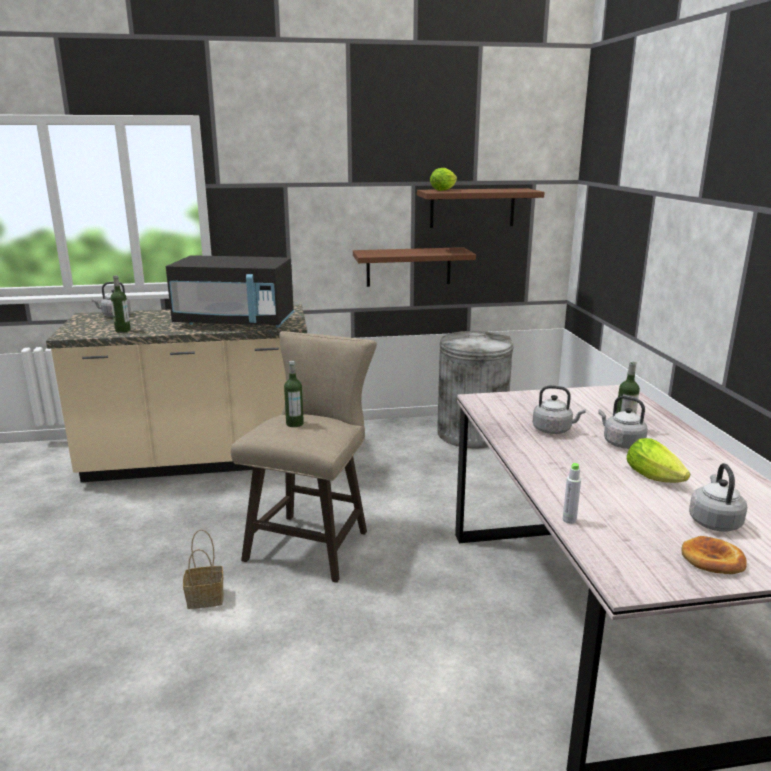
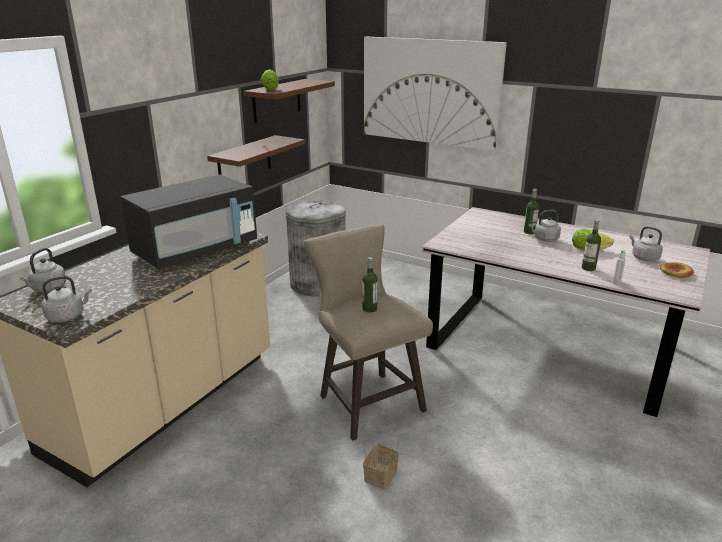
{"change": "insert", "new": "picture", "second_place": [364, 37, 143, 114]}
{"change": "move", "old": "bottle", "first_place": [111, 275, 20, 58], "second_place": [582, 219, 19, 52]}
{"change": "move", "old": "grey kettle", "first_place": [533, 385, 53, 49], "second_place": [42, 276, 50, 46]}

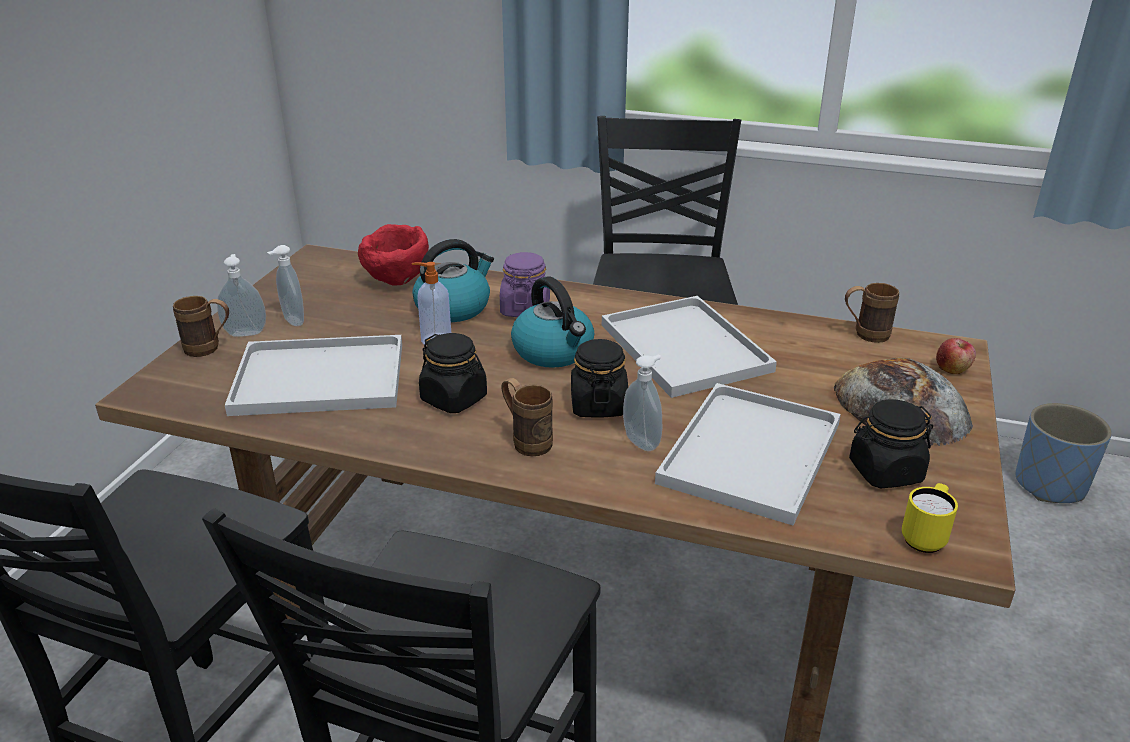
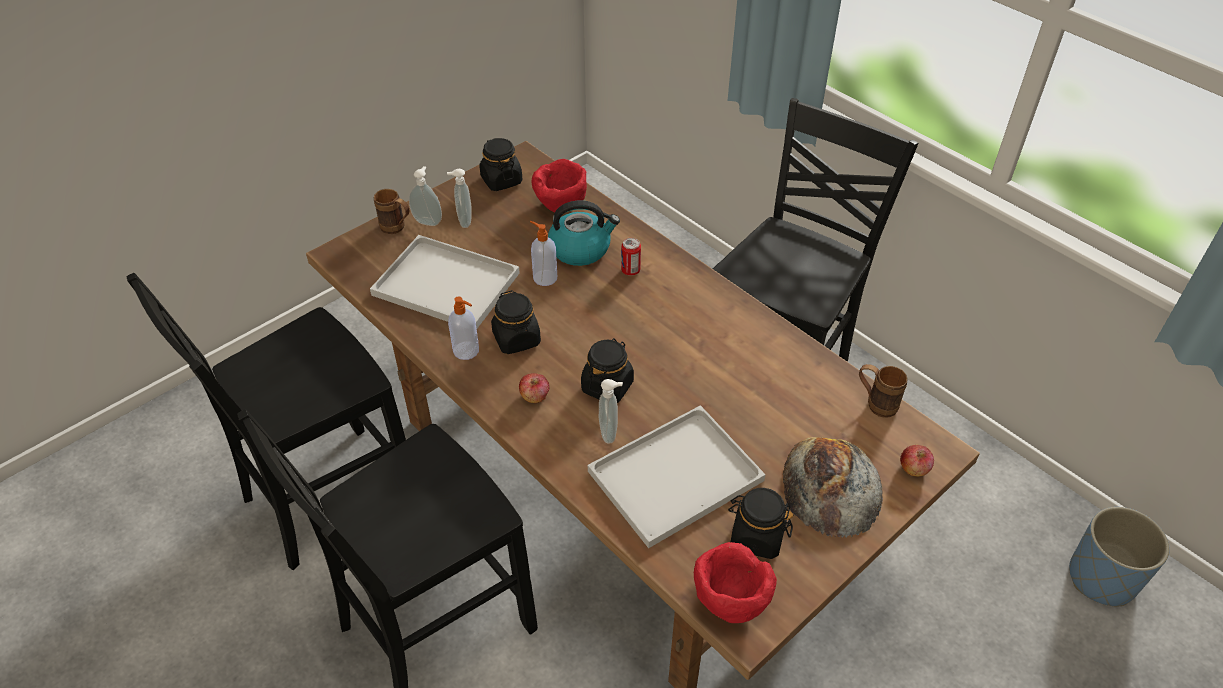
{"change": "delete", "old": "kettle", "first_place": [511, 276, 83, 92]}
{"change": "delete", "old": "white tray", "first_place": [602, 296, 175, 102]}
{"change": "insert", "new": "soap dispenser", "second_place": [448, 296, 31, 64]}
{"change": "insert", "new": "black jar", "second_place": [479, 138, 43, 53]}
{"change": "replace", "old": "purple jar", "new": "can", "first_place": [500, 252, 50, 65], "second_place": [621, 238, 20, 38]}
{"change": "replace", "old": "brown mug", "new": "apple", "first_place": [501, 378, 52, 79], "second_place": [519, 373, 31, 30]}
{"change": "replace", "old": "yellow mug", "new": "red bowl", "first_place": [902, 483, 56, 70], "second_place": [694, 542, 83, 81]}

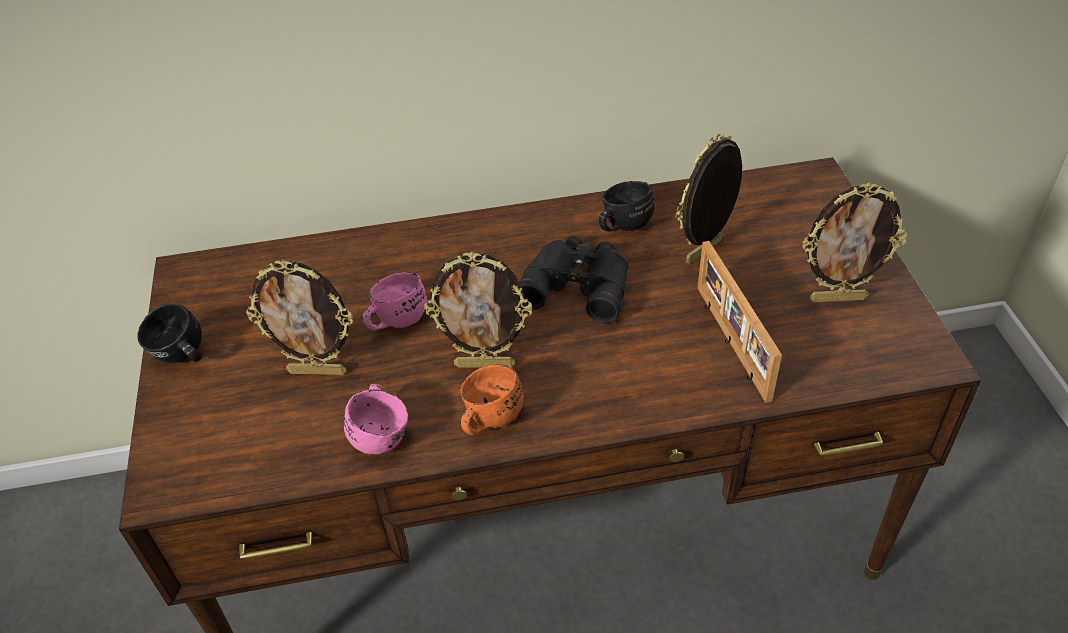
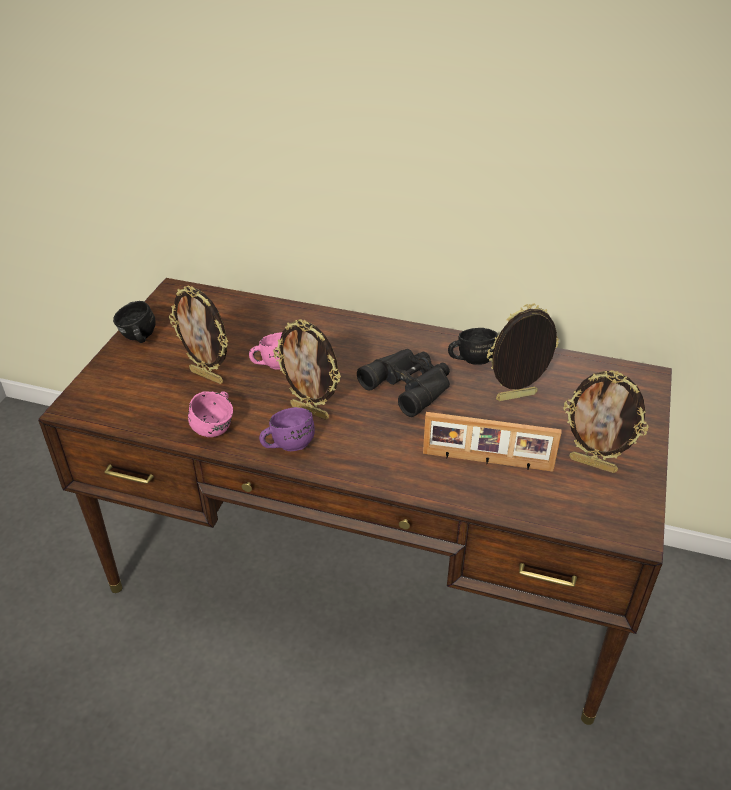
{"change": "recolor", "old": "orange mug", "new": "purple mug", "first_place": [460, 365, 64, 70], "second_place": [259, 407, 56, 44]}
{"change": "rotate", "old": "picture frame", "first_place": [697, 241, 85, 162], "second_place": [423, 412, 139, 60], "degrees": -90}

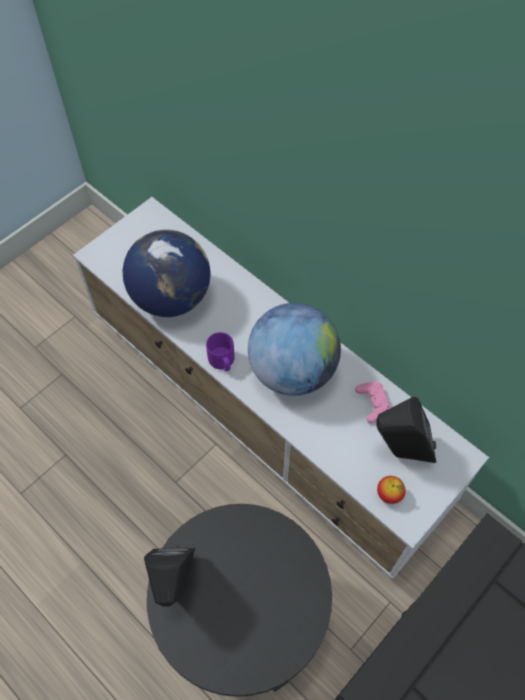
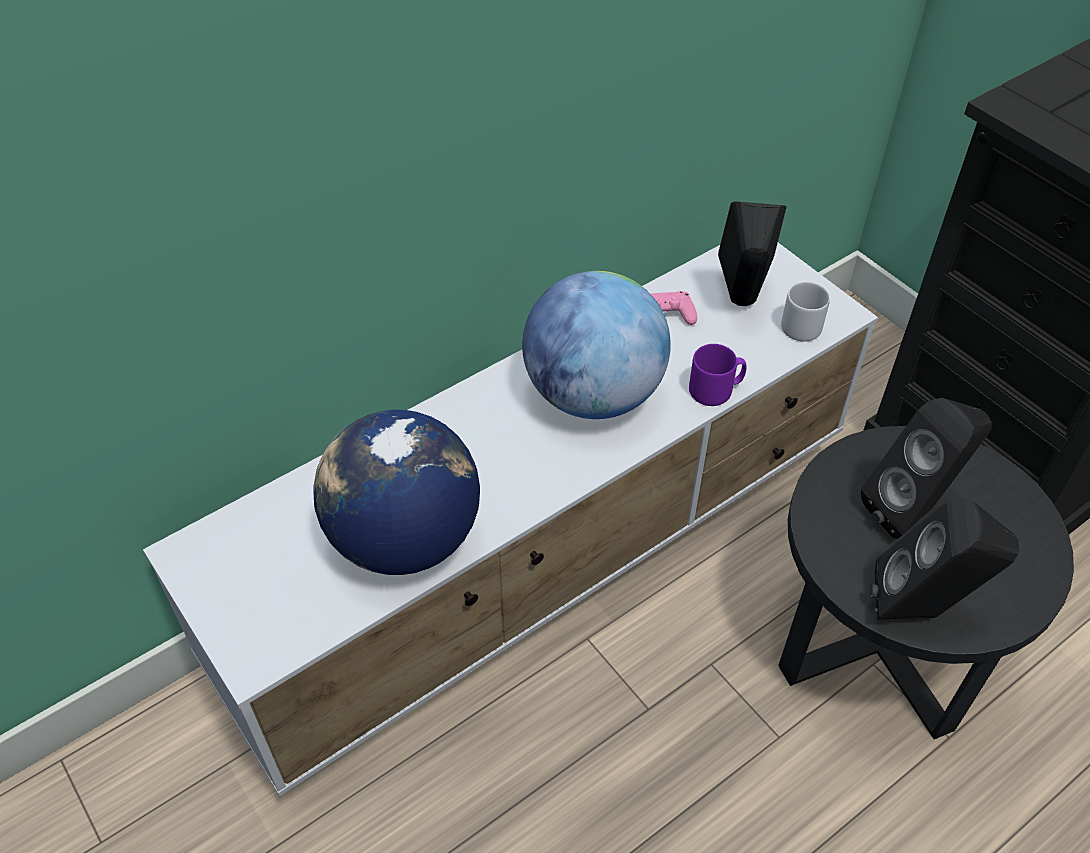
{"change": "insert", "new": "black speaker", "second_place": [861, 398, 131, 141]}
{"change": "move", "old": "purple mug", "first_place": [206, 332, 29, 39], "second_place": [689, 344, 58, 62]}
{"change": "replace", "old": "apple", "new": "grey mug", "first_place": [377, 476, 29, 28], "second_place": [781, 282, 49, 60]}

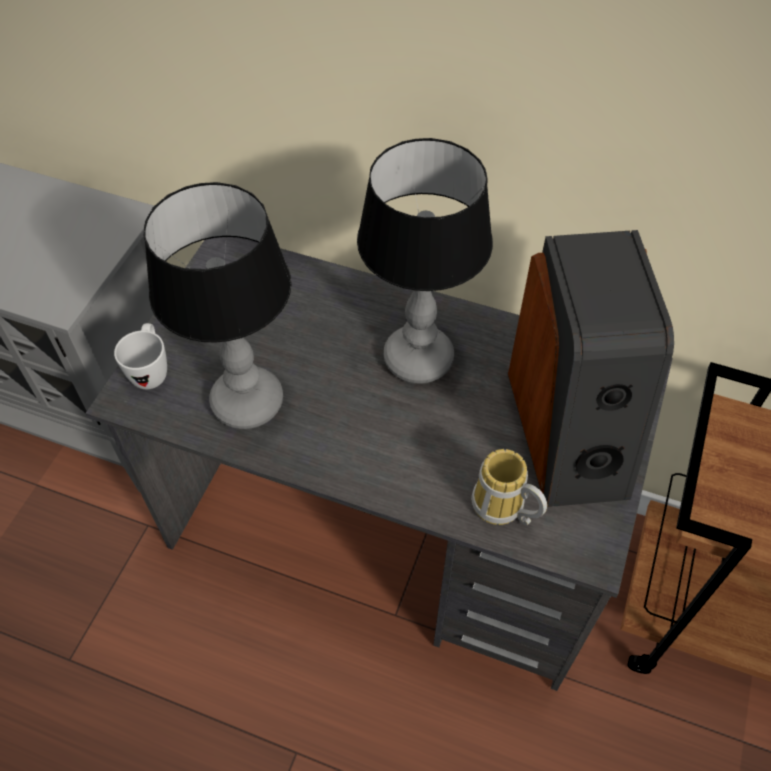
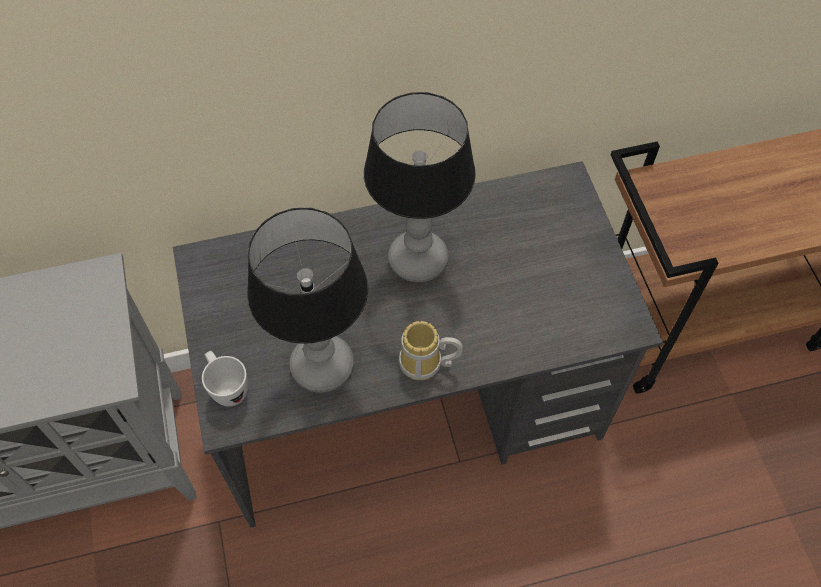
{"change": "delete", "old": "speaker", "first_place": [508, 230, 166, 277]}
{"change": "move", "old": "mug", "first_place": [471, 449, 76, 77], "second_place": [399, 321, 64, 60]}

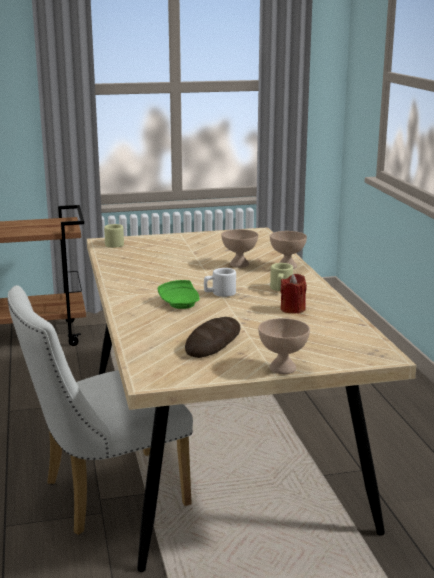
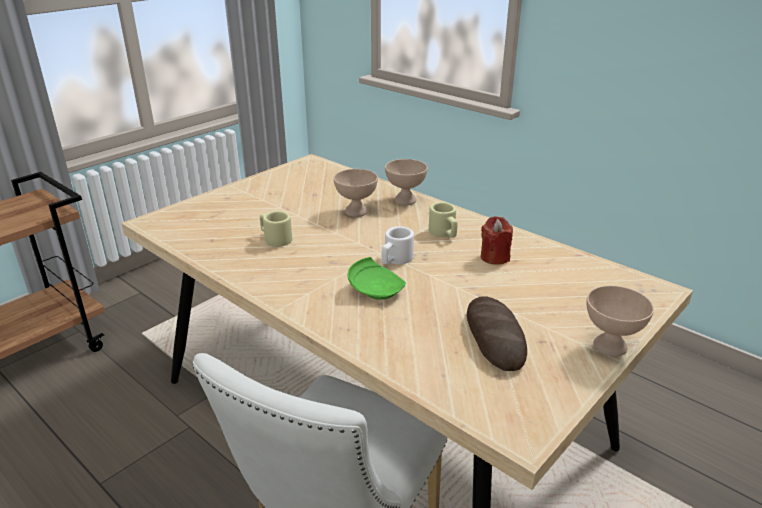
{"change": "move", "old": "beige mug", "first_place": [104, 224, 20, 24], "second_place": [260, 211, 32, 36]}

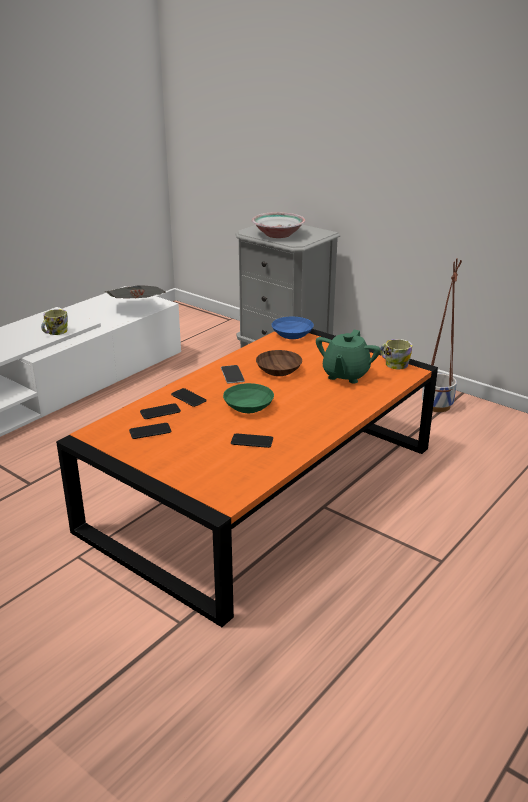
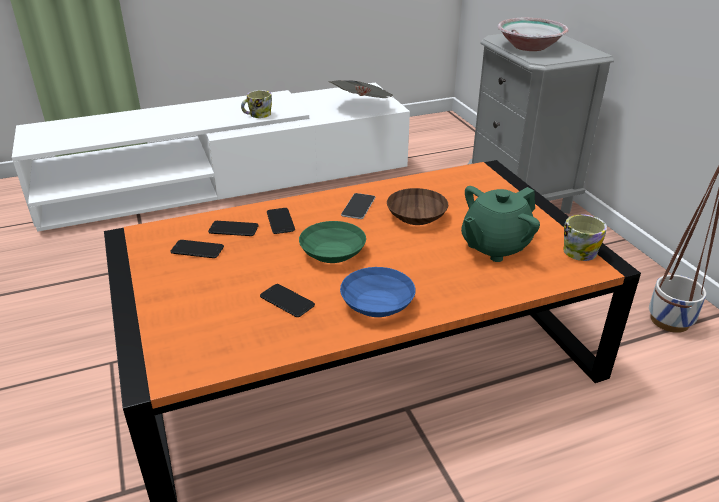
{"change": "move", "old": "blue bowl", "first_place": [271, 317, 43, 22], "second_place": [340, 267, 75, 50]}

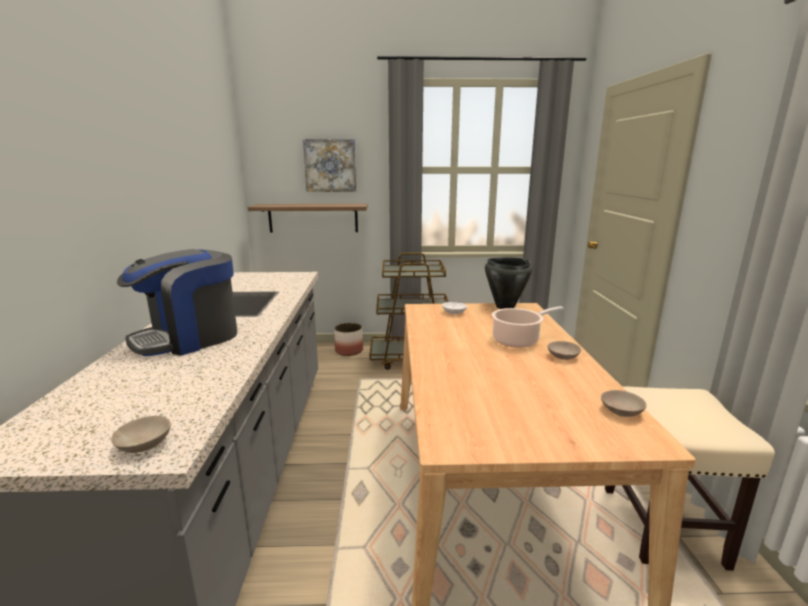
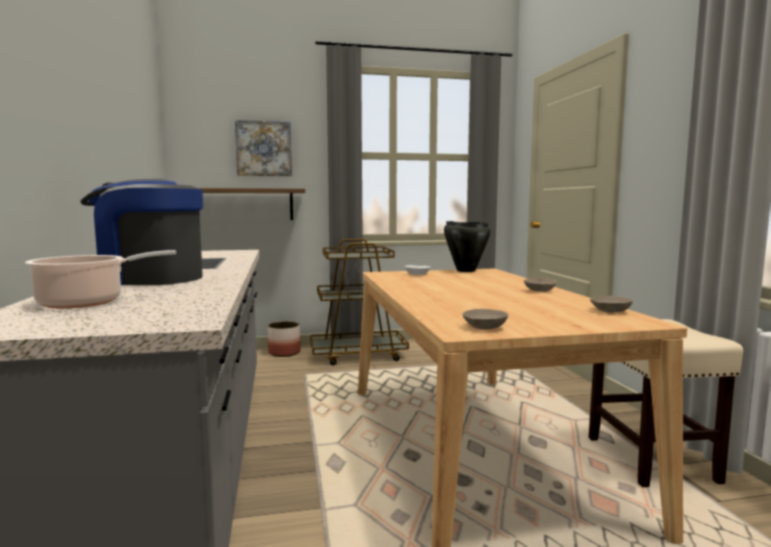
{"change": "move", "old": "beige bowl", "first_place": [111, 416, 60, 37], "second_place": [462, 309, 46, 21]}
{"change": "move", "old": "cooking pot", "first_place": [492, 306, 72, 42], "second_place": [25, 250, 151, 59]}
{"change": "rotate", "old": "coffee machine", "first_place": [117, 249, 120, 107], "second_place": [80, 179, 123, 106], "degrees": 60}

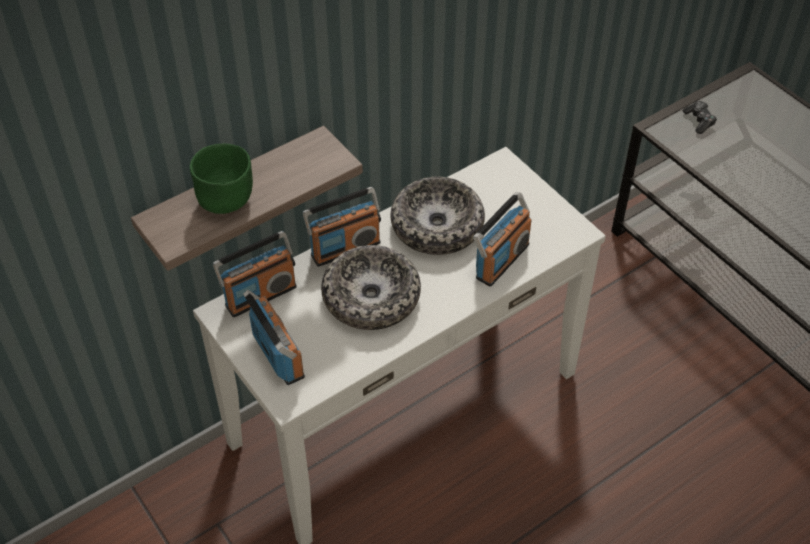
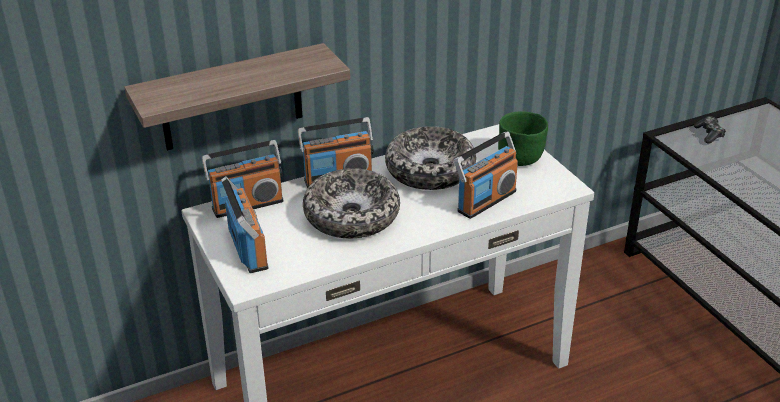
{"change": "move", "old": "green bowl", "first_place": [190, 144, 63, 70], "second_place": [498, 111, 50, 55]}

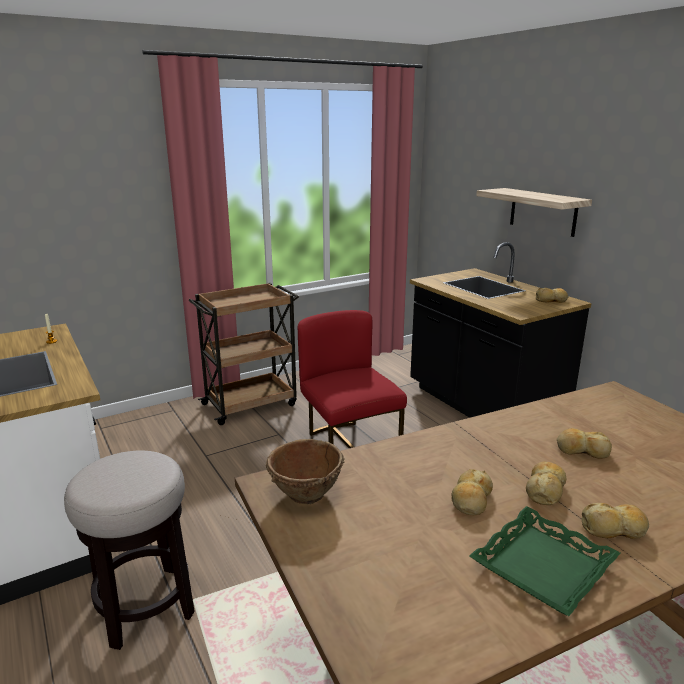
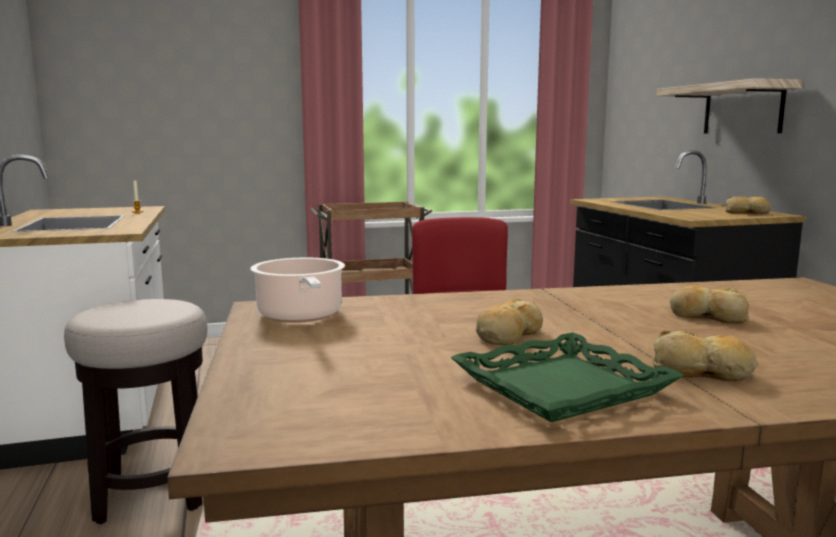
{"change": "delete", "old": "bread", "first_place": [526, 461, 41, 44]}
{"change": "replace", "old": "brown bowl", "new": "cooking pot", "first_place": [266, 439, 79, 65], "second_place": [250, 258, 95, 65]}

